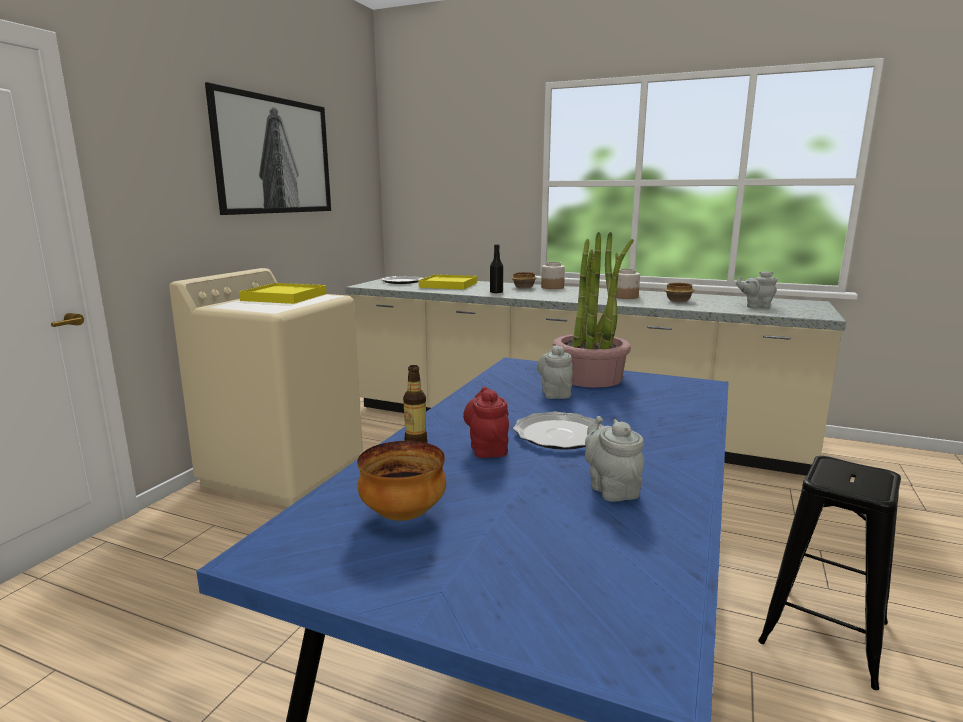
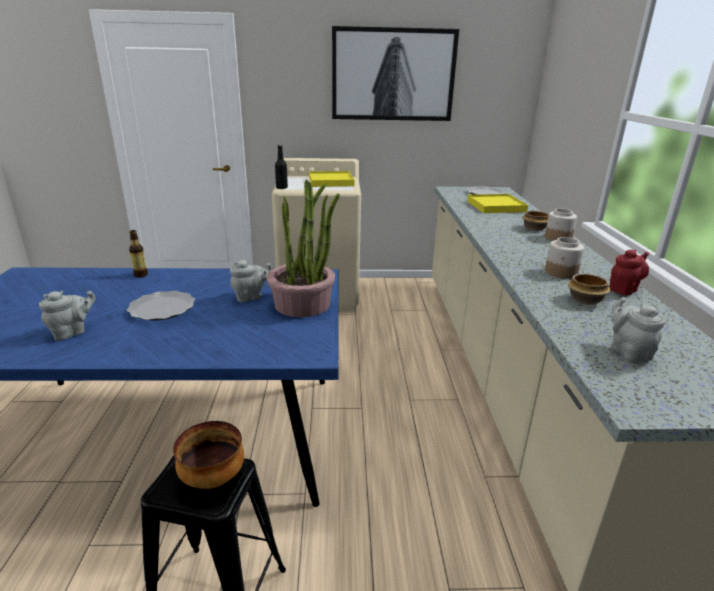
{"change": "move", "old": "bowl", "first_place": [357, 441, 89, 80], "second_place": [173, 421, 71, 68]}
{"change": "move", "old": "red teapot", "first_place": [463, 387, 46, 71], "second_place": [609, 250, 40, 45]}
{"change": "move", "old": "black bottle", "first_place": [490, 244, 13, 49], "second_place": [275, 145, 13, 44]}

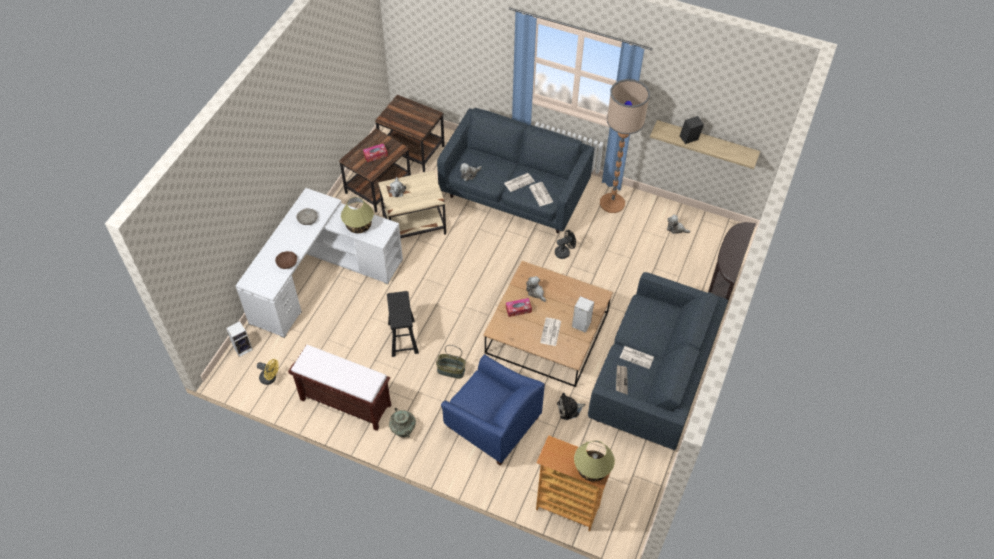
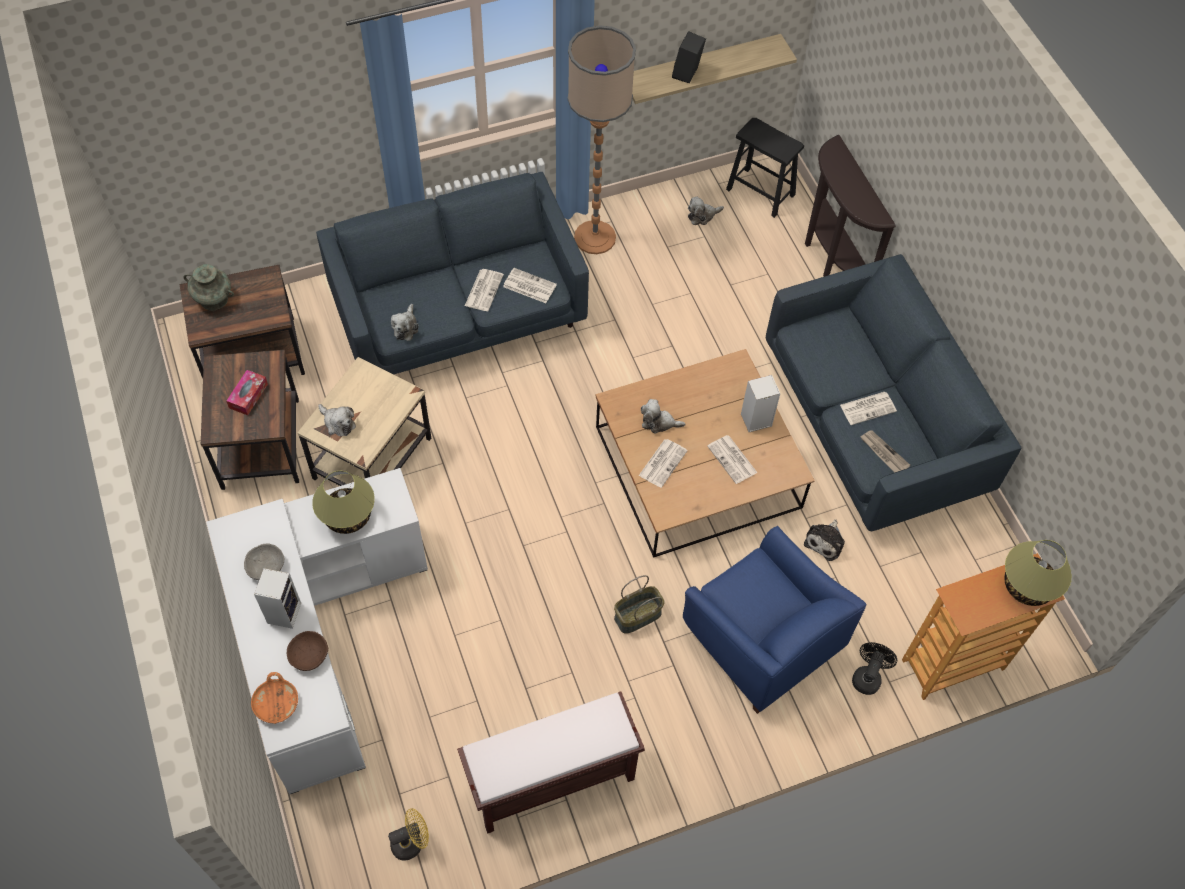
{"change": "insert", "new": "orange bowl", "second_place": [251, 672, 47, 52]}
{"change": "move", "old": "speaker", "first_place": [226, 321, 27, 36], "second_place": [254, 568, 47, 61]}
{"change": "move", "old": "black stool", "first_place": [387, 291, 32, 66], "second_place": [726, 118, 78, 100]}
{"change": "move", "old": "turquoise vase", "first_place": [389, 408, 27, 29], "second_place": [183, 264, 51, 46]}
{"change": "move", "old": "black fan", "first_place": [555, 230, 21, 29], "second_place": [852, 642, 45, 53]}
{"change": "replace", "old": "tissue box", "new": "newspaper", "first_place": [506, 298, 26, 19], "second_place": [639, 439, 49, 49]}
{"change": "rotate", "old": "blue armchair", "first_place": [441, 354, 104, 112], "second_place": [683, 526, 183, 188], "degrees": 60}

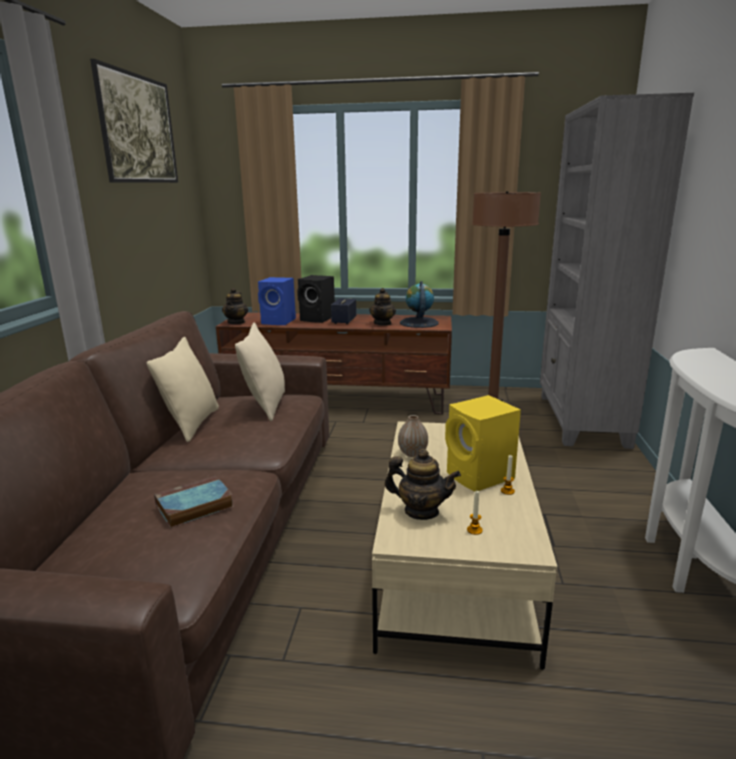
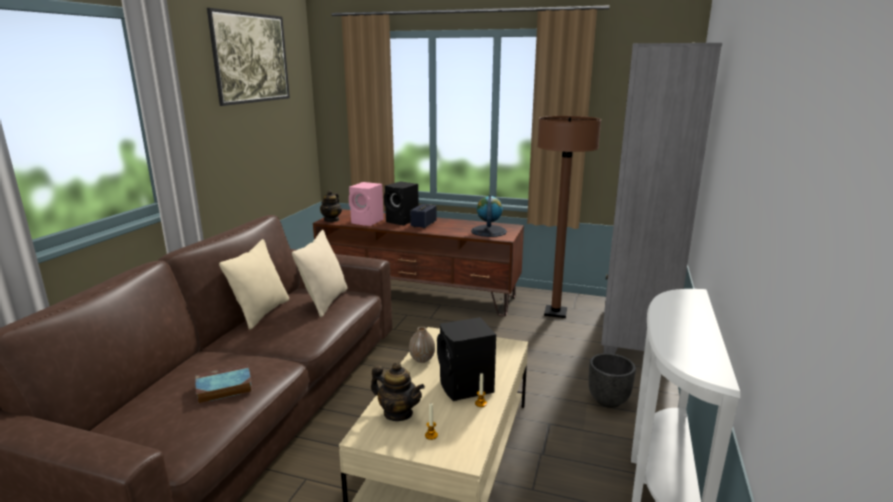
{"change": "delete", "old": "teapot", "first_place": [369, 288, 27, 38]}
{"change": "insert", "new": "black planter", "second_place": [588, 353, 48, 55]}
{"change": "recolor", "old": "blue speaker", "new": "pink speaker", "first_place": [258, 277, 38, 48], "second_place": [349, 182, 35, 44]}
{"change": "recolor", "old": "yellow speaker", "new": "black speaker", "first_place": [445, 395, 76, 96], "second_place": [437, 317, 59, 84]}

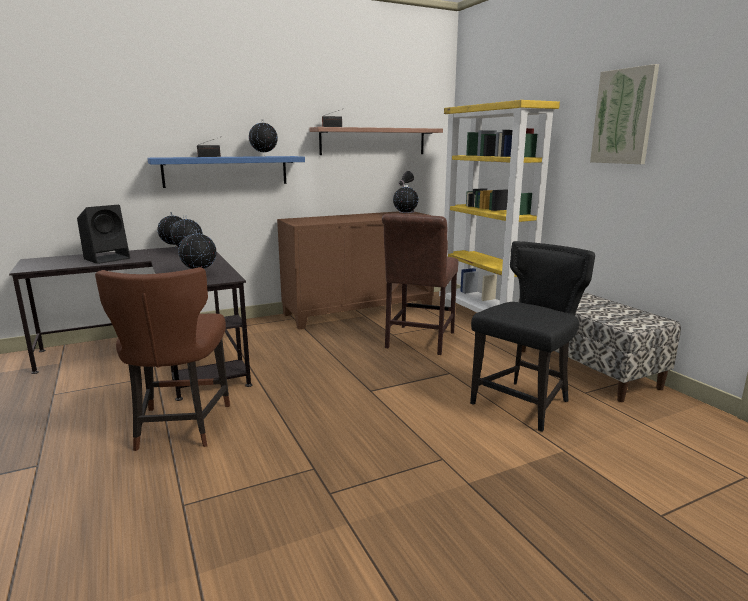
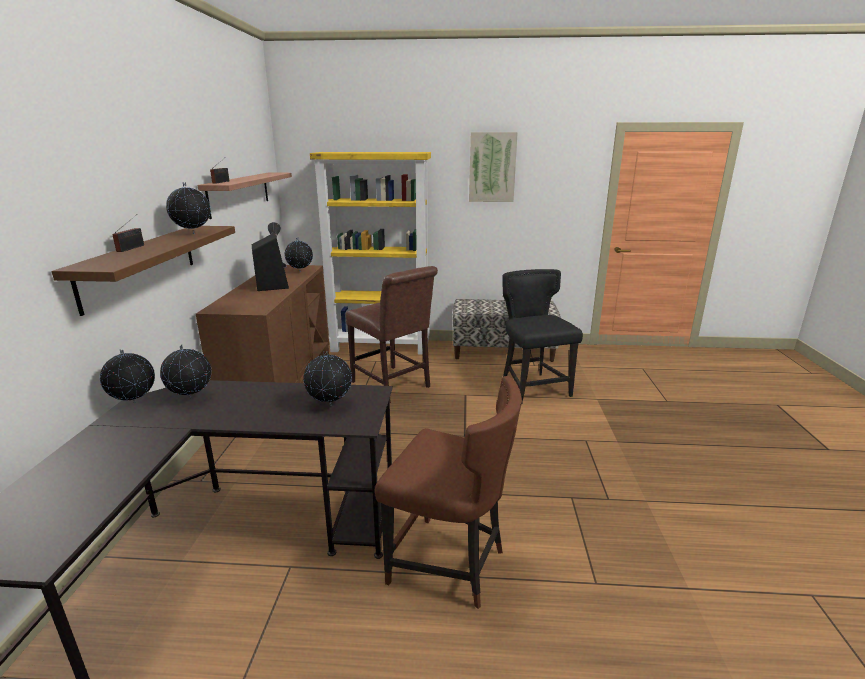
{"change": "move", "old": "black speaker", "first_place": [77, 205, 53, 59], "second_place": [252, 232, 37, 59]}
{"change": "recolor", "old": "blue shelf", "new": "brown shelf", "first_place": [147, 156, 158, 32], "second_place": [52, 226, 183, 90]}

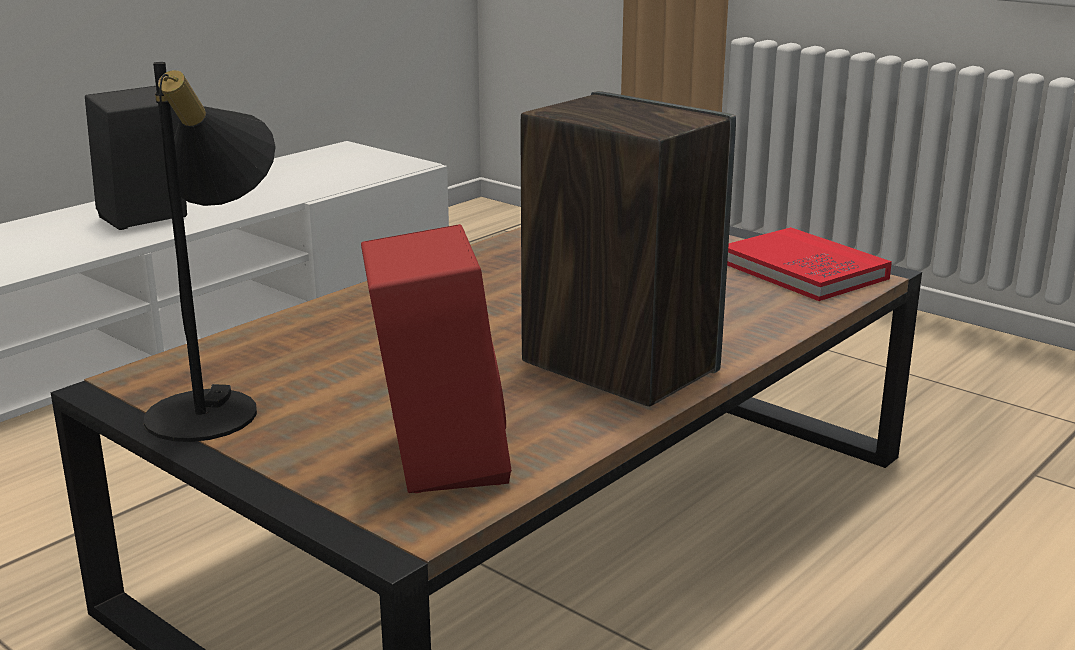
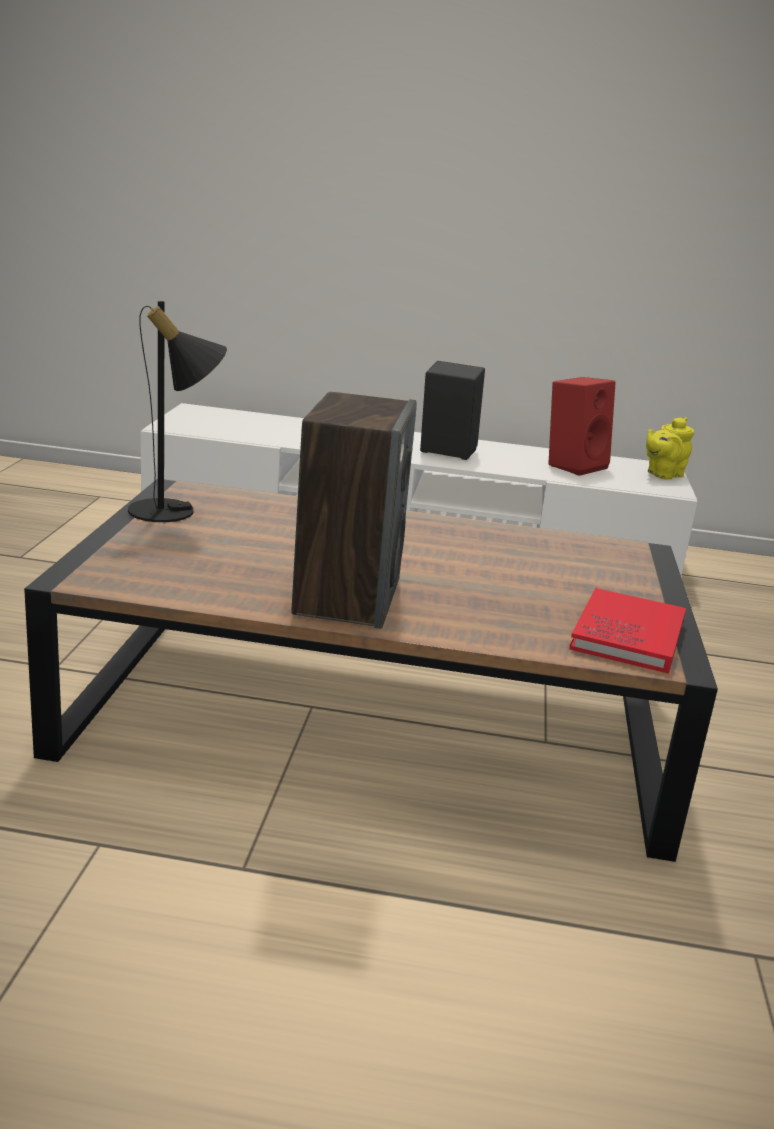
{"change": "insert", "new": "yellow teapot", "second_place": [646, 417, 48, 63]}
{"change": "move", "old": "red speaker", "first_place": [361, 224, 151, 269], "second_place": [548, 377, 68, 99]}

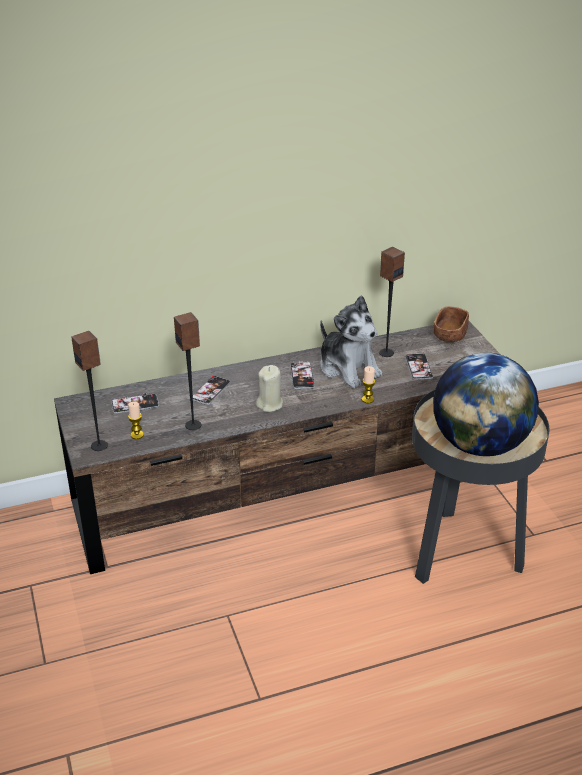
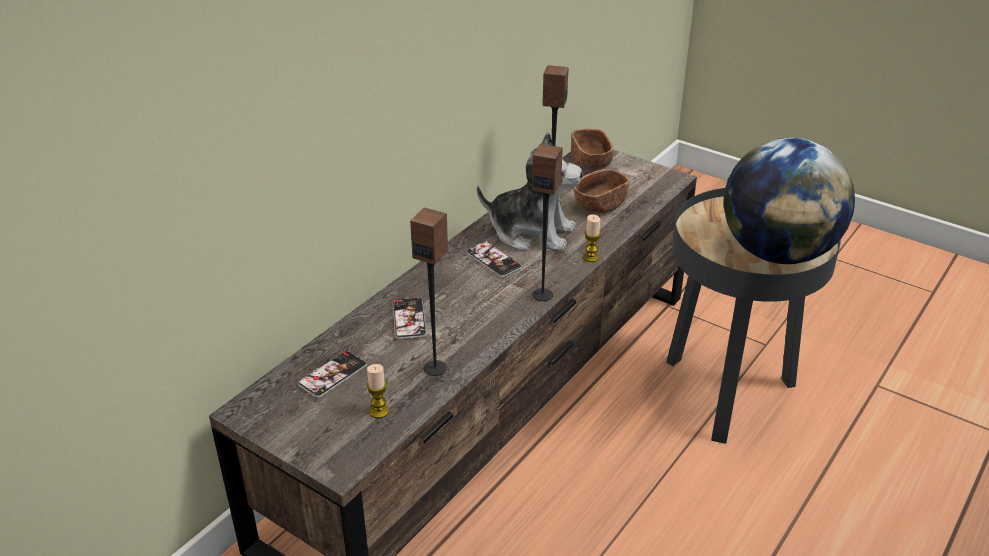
{"change": "delete", "old": "beige candle", "first_place": [256, 365, 27, 47]}
{"change": "move", "old": "speaker", "first_place": [71, 331, 37, 120], "second_place": [532, 144, 31, 157]}
{"change": "replace", "old": "phone", "new": "brown bowl", "first_place": [405, 354, 28, 26], "second_place": [573, 169, 56, 44]}

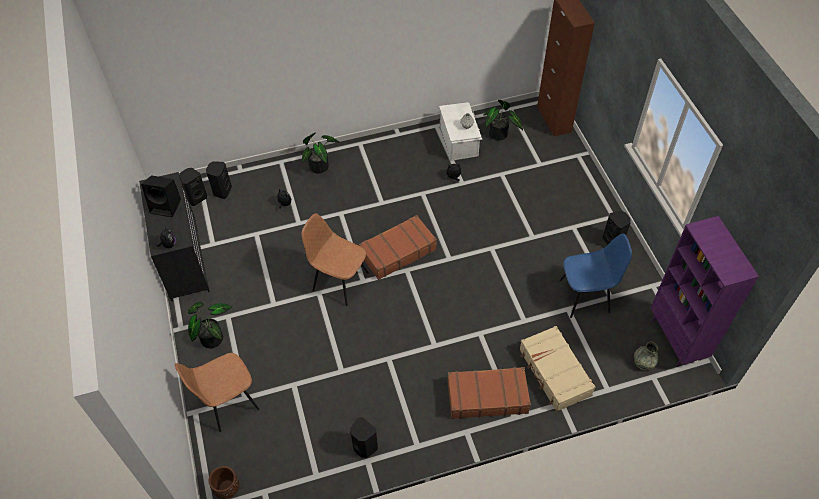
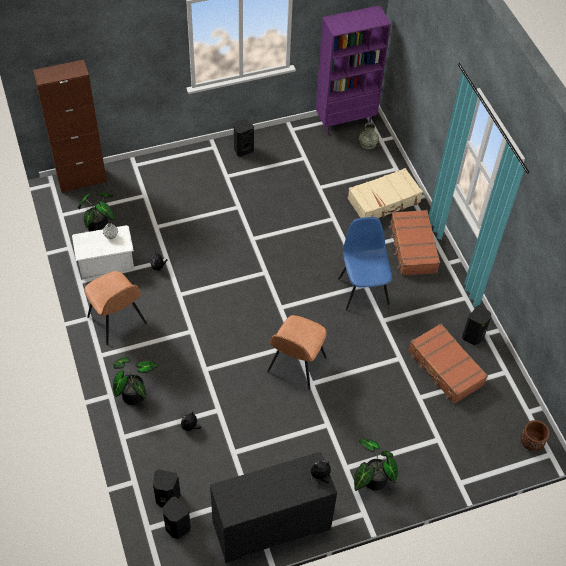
{"change": "delete", "old": "black speaker", "first_place": [141, 175, 40, 42]}
{"change": "move", "old": "brown chair", "first_place": [175, 353, 85, 79], "second_place": [84, 271, 63, 74]}
{"change": "move", "old": "brown suitcase", "first_place": [359, 215, 78, 65], "second_place": [408, 324, 80, 80]}
{"change": "move", "old": "blue chair", "first_place": [559, 234, 73, 84], "second_place": [338, 217, 54, 93]}

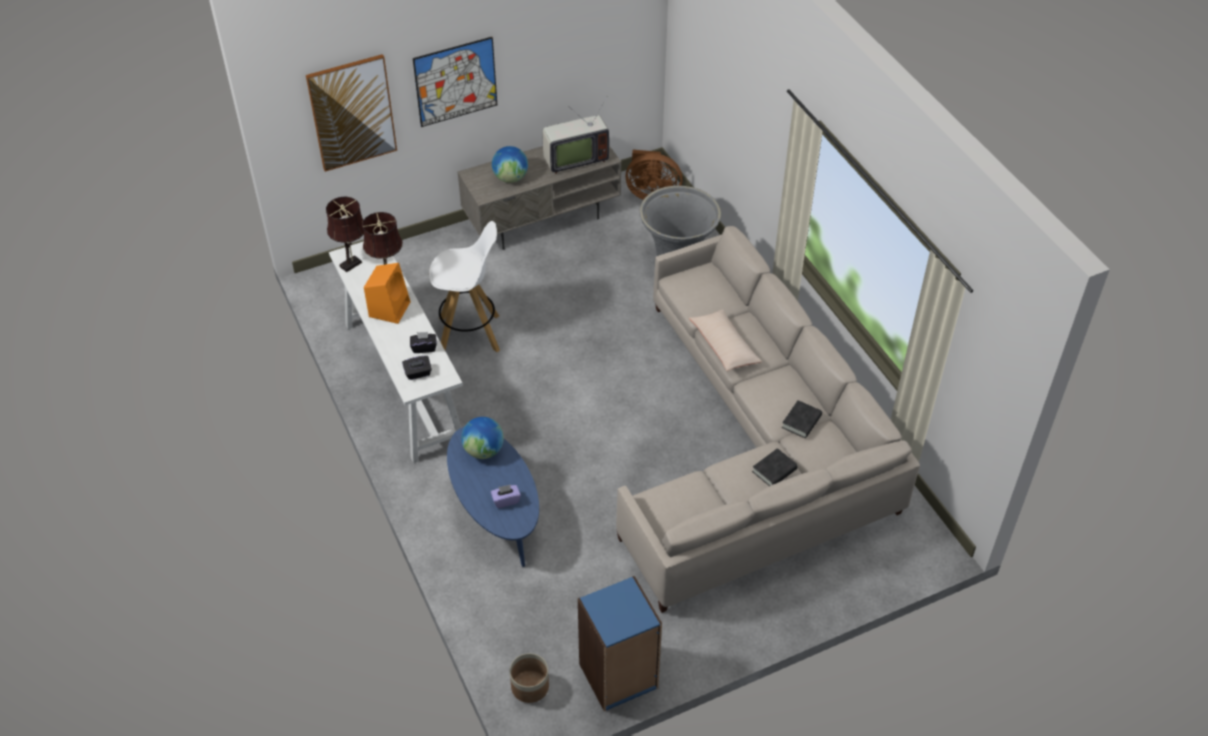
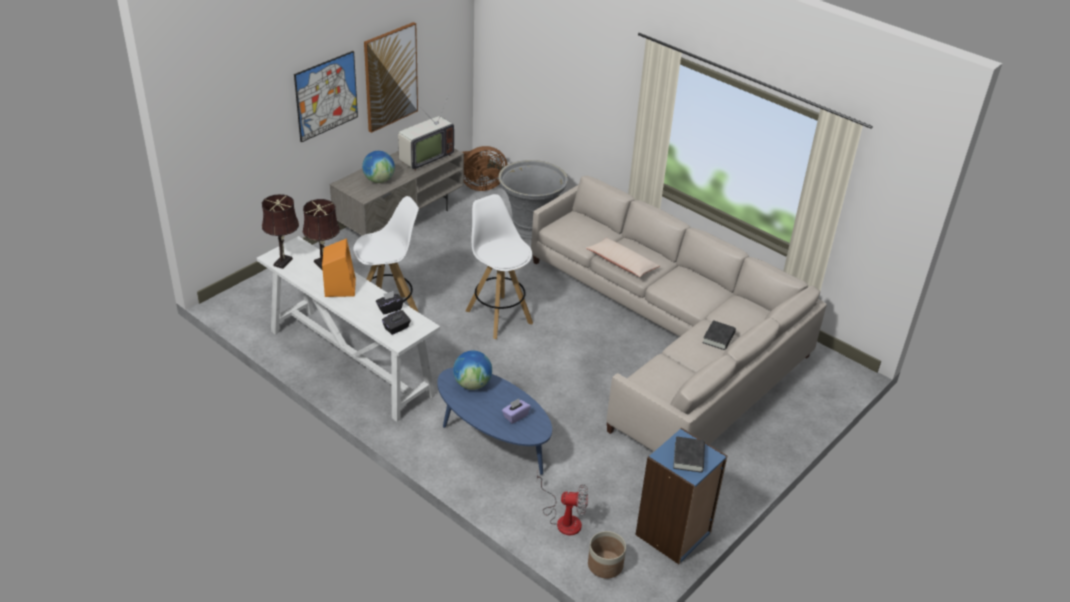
{"change": "insert", "new": "white stool", "second_place": [465, 194, 68, 145]}
{"change": "insert", "new": "fan", "second_place": [537, 471, 51, 64]}
{"change": "move", "old": "picture", "first_place": [306, 54, 91, 118], "second_place": [364, 22, 54, 111]}
{"change": "move", "old": "black book", "first_place": [782, 400, 40, 38], "second_place": [673, 436, 32, 37]}

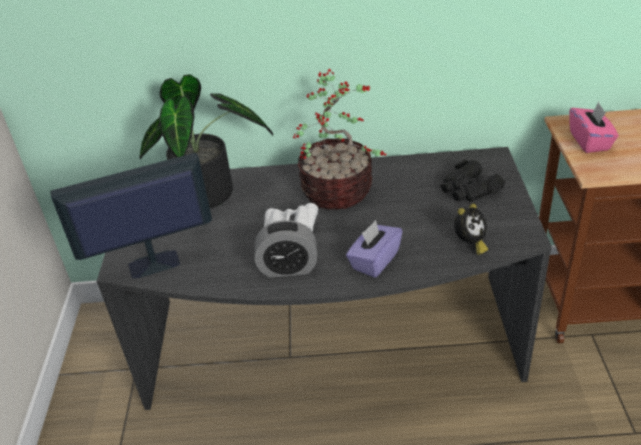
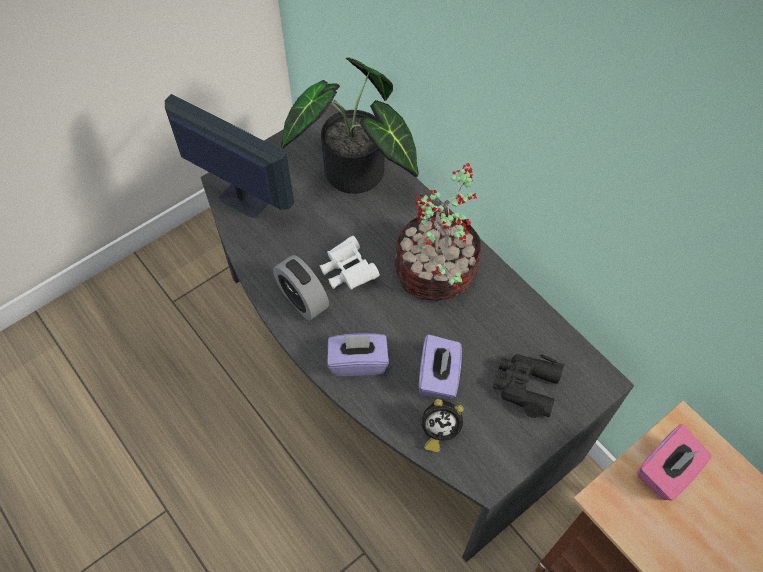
{"change": "insert", "new": "purple tissue box", "second_place": [419, 334, 43, 65]}

